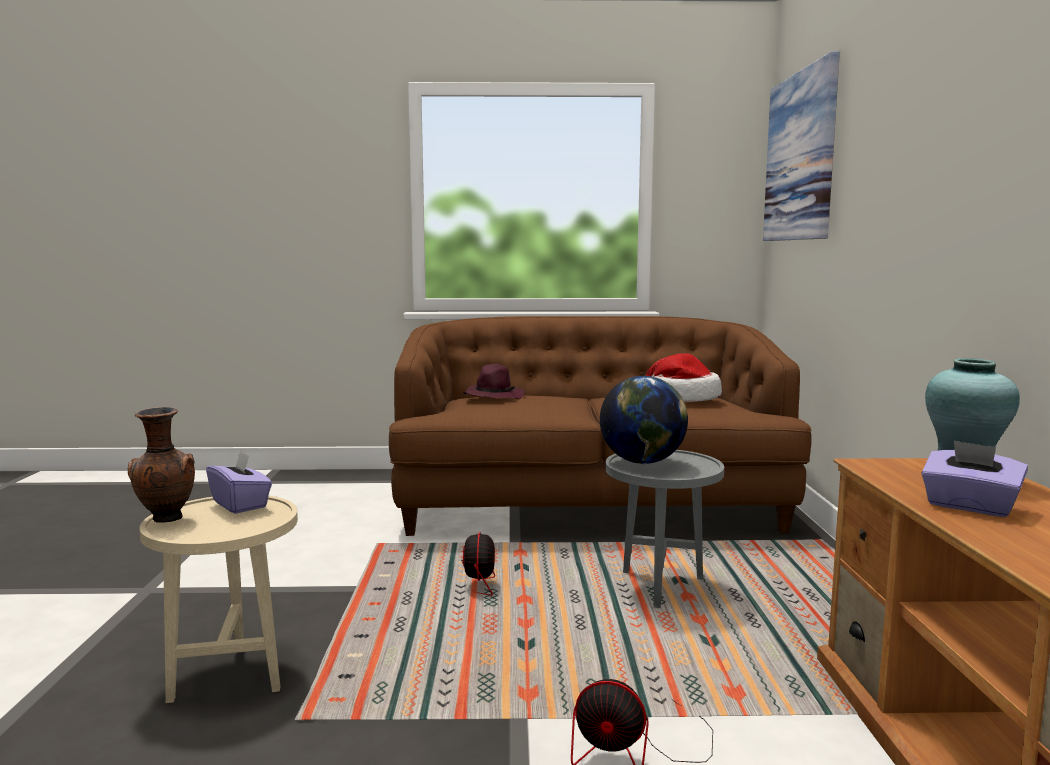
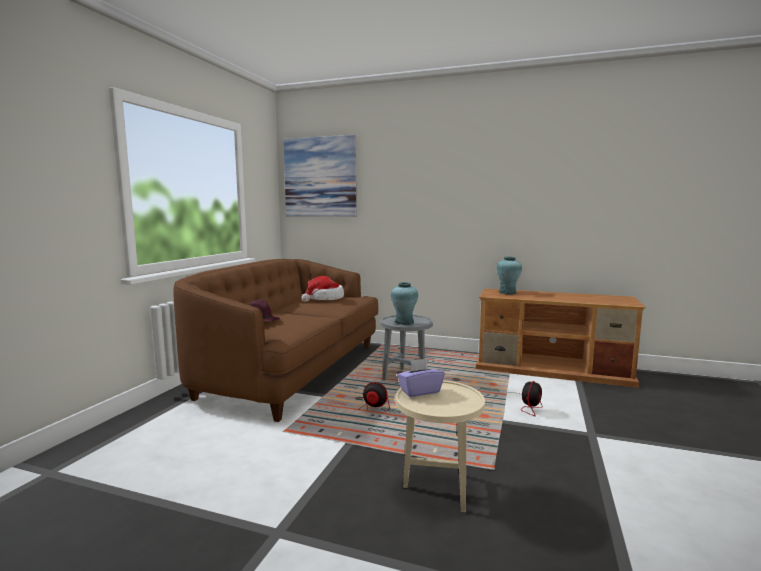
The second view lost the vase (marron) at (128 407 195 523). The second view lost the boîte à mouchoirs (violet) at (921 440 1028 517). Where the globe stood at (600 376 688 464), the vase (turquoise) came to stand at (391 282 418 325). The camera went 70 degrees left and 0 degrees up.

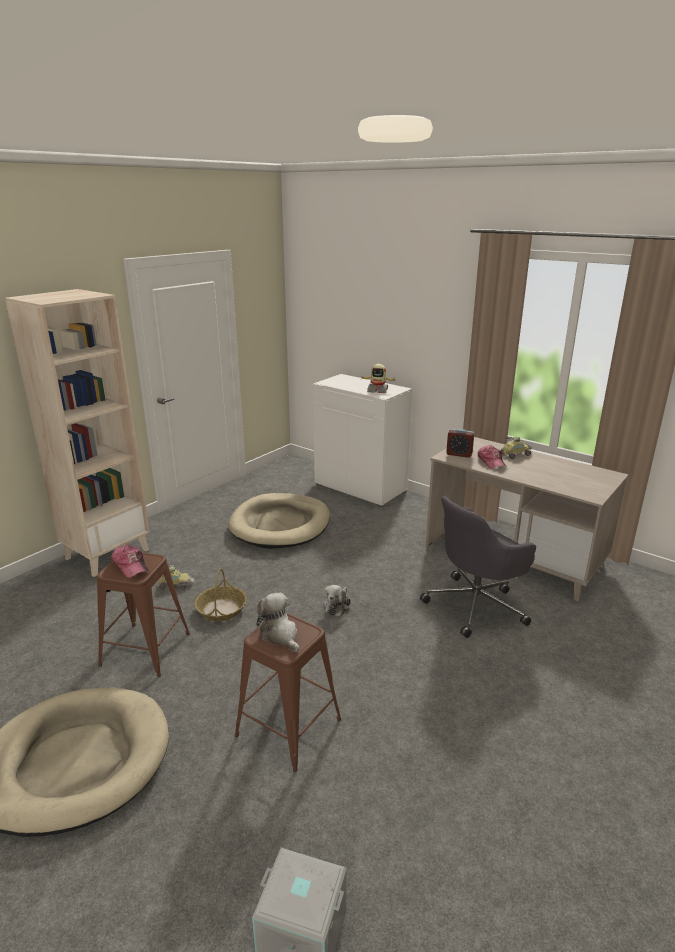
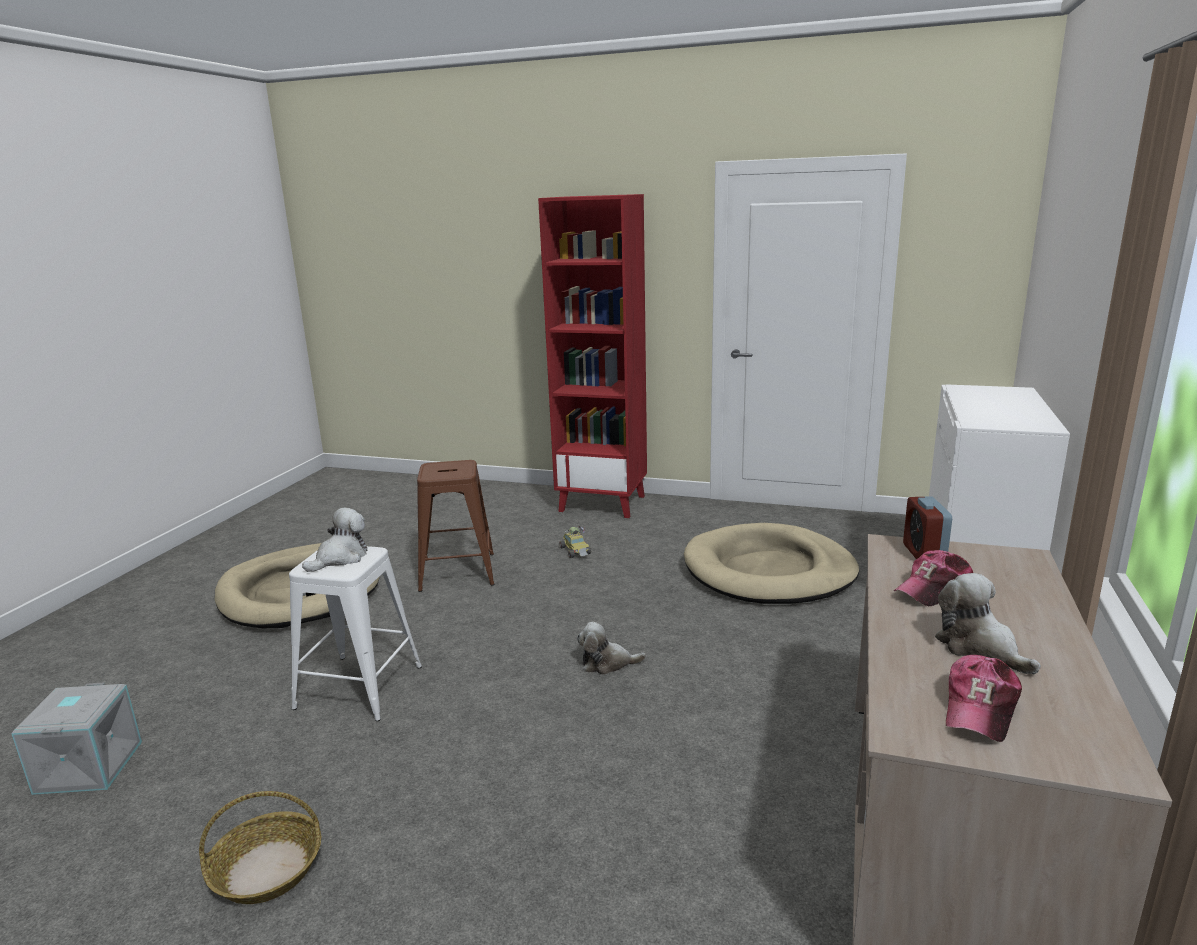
The second view lost the robot jouet at (362 364 395 393). The second view lost the chaise de bureau (gris) at (420 496 536 638). The second view lost the petite voiture at (501 436 532 459). The second view gained the peluche at (935 573 1041 675). The casquette ended up elsewhere, having gone from (111 544 149 578) to (946 655 1022 742). The panier ended up elsewhere, having gone from (194 568 247 621) to (199 791 321 904). What was the bibliothèque (beige) at (5 289 150 577) turned into the bibliothèque (rouge) at (538 194 647 518). What was the tabouret (marron) at (235 613 341 772) turned into the tabouret (blanc) at (289 546 422 721). The camera went 70 degrees right and 5 degrees down.

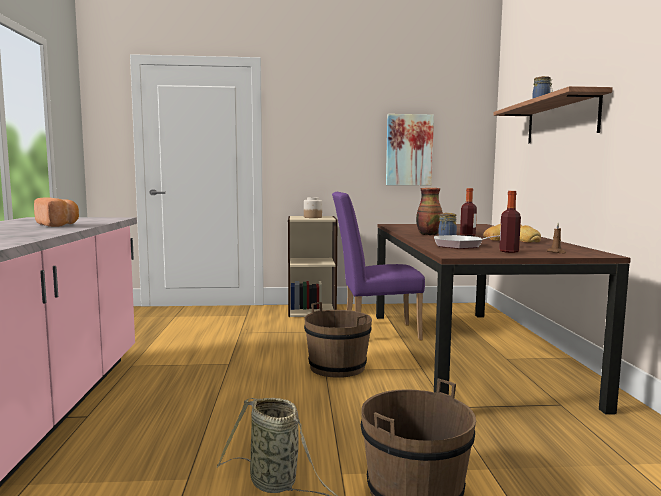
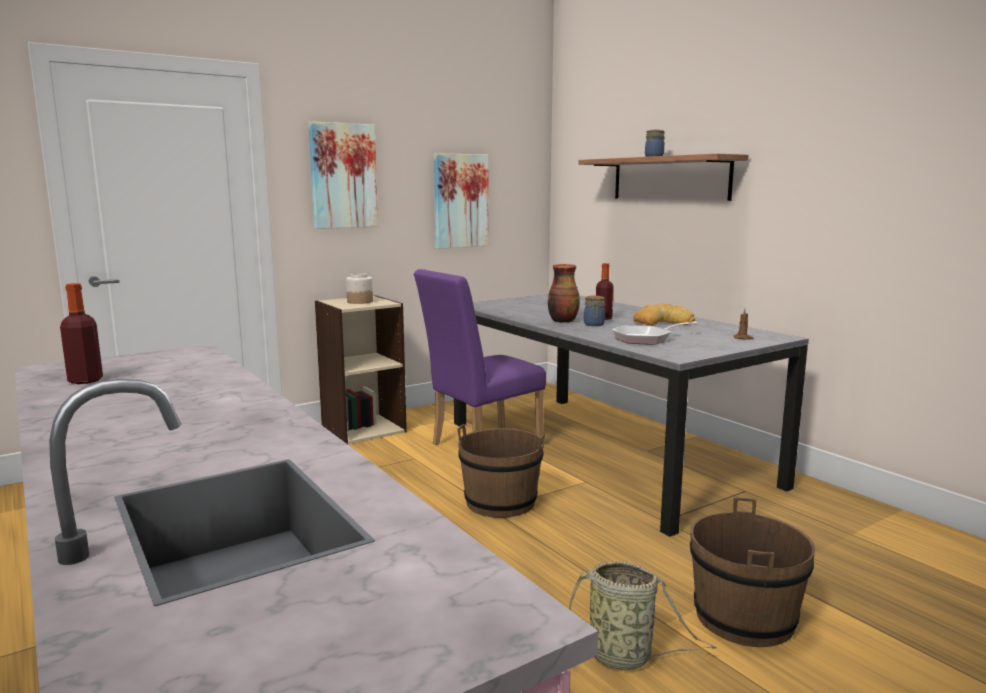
The second view lost the pain at (34 197 79 227). The second view gained the tableau at (308 121 378 229). The bouteille ended up elsewhere, having gone from (499 191 521 253) to (60 283 103 384). What was the table à manger (marron) at (376 224 631 415) turned into the table à manger (gris) at (454 294 809 537). The camera went 30 degrees left and 5 degrees up.

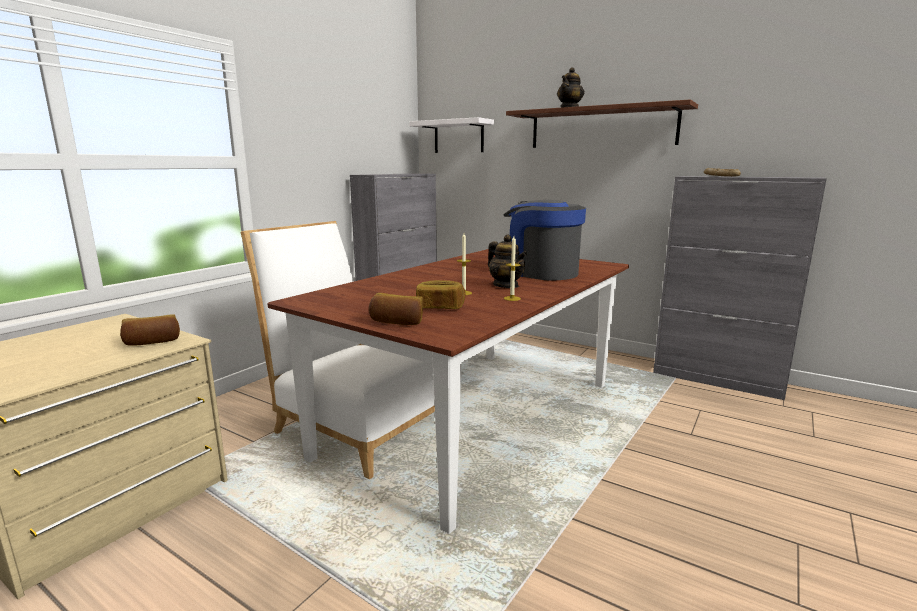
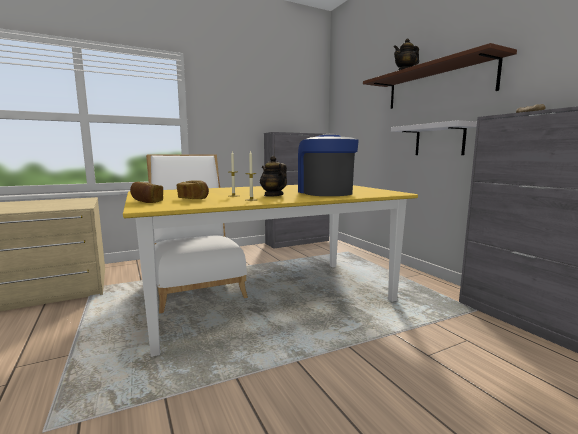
The second view lost the pain at (120 314 180 346). The étagère (blanc) ended up elsewhere, having gone from (410 117 494 153) to (391 120 477 155). What was the table à manger (marron) at (268 249 629 534) turned into the table à manger (jaune) at (123 185 418 357). The théière at (488 235 527 288) ended up facing another way, 150 degrees clockwise from before. The camera went 30 degrees right and 5 degrees down.

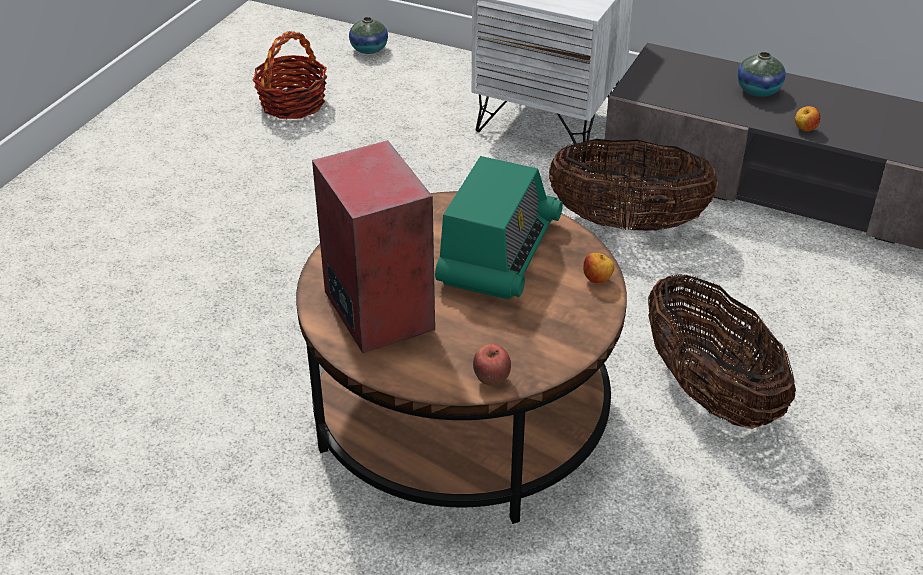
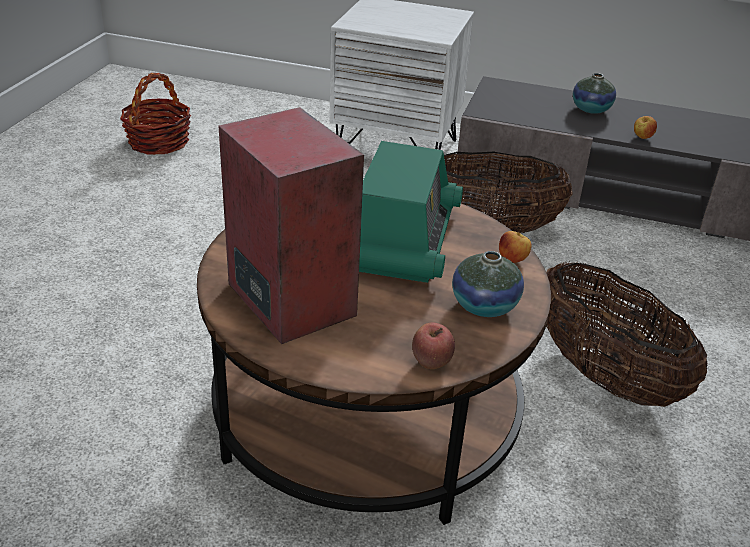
The vase ended up elsewhere, having gone from (349 17 388 54) to (452 251 524 317). The camera went 10 degrees left and 5 degrees down.

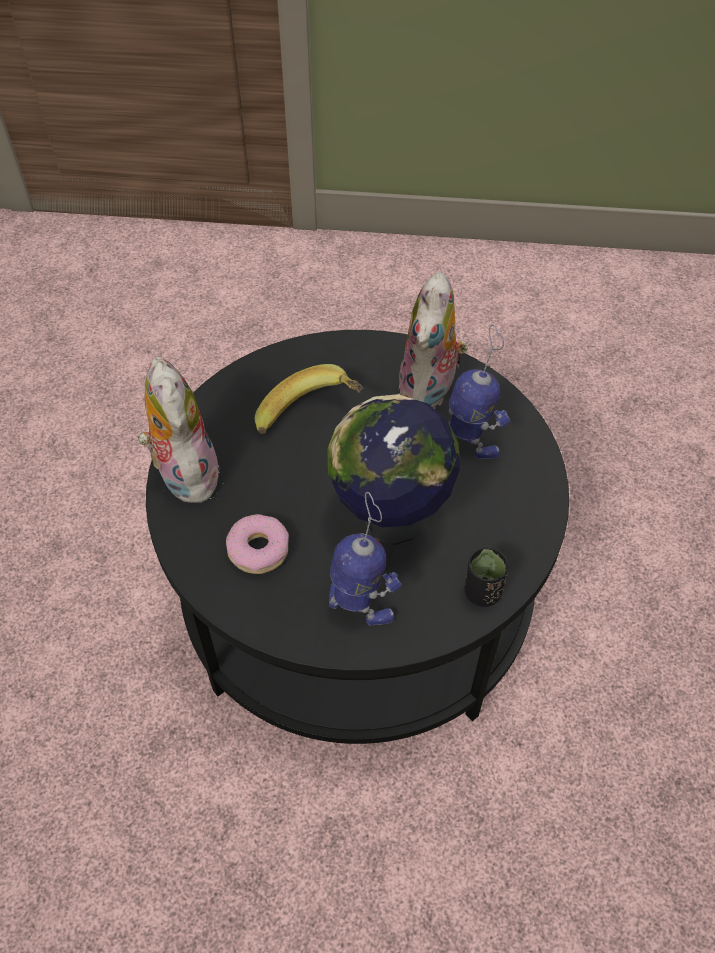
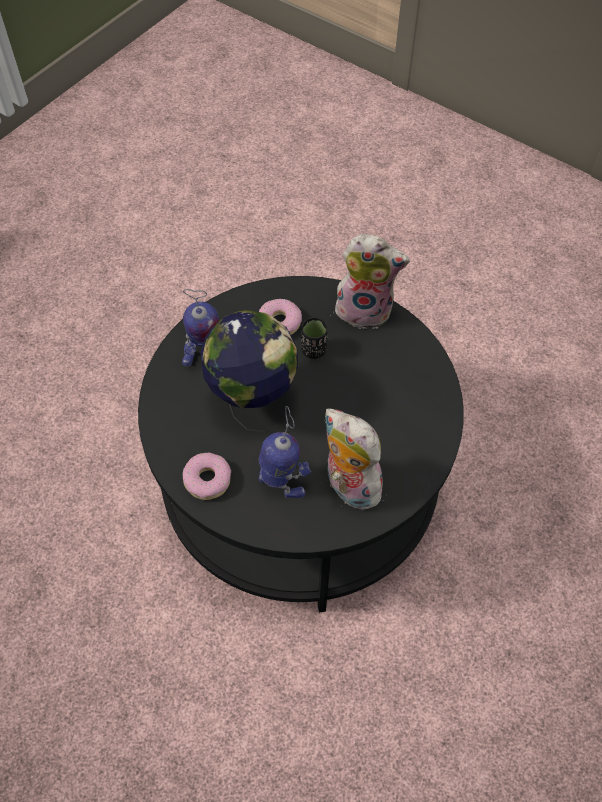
The second view lost the banane at (255 364 363 434). The second view gained the beignet at (183 452 231 500). The tasse (noir) ended up elsewhere, having gone from (464 547 508 607) to (301 317 328 359). The robot jouet at (448 324 511 459) ended up facing another way, 120 degrees counterclockwise from before. The camera went 120 degrees right and 5 degrees up.

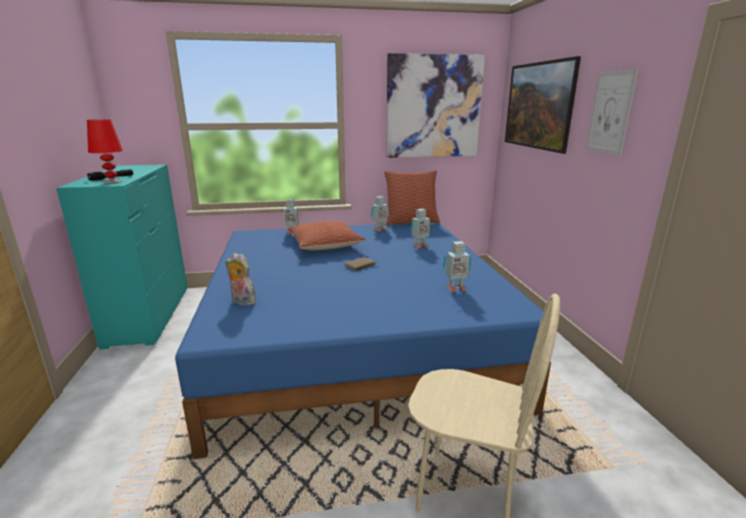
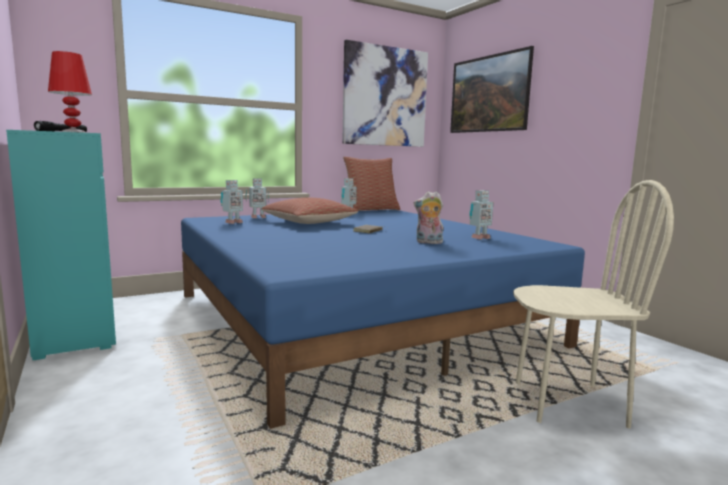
The second view lost the tableau at (586 69 638 155). The peluche ended up elsewhere, having gone from (225 253 256 306) to (414 191 443 244). The robot jouet ended up elsewhere, having gone from (411 209 430 248) to (220 180 243 224). The camera went 20 degrees left and 10 degrees down.

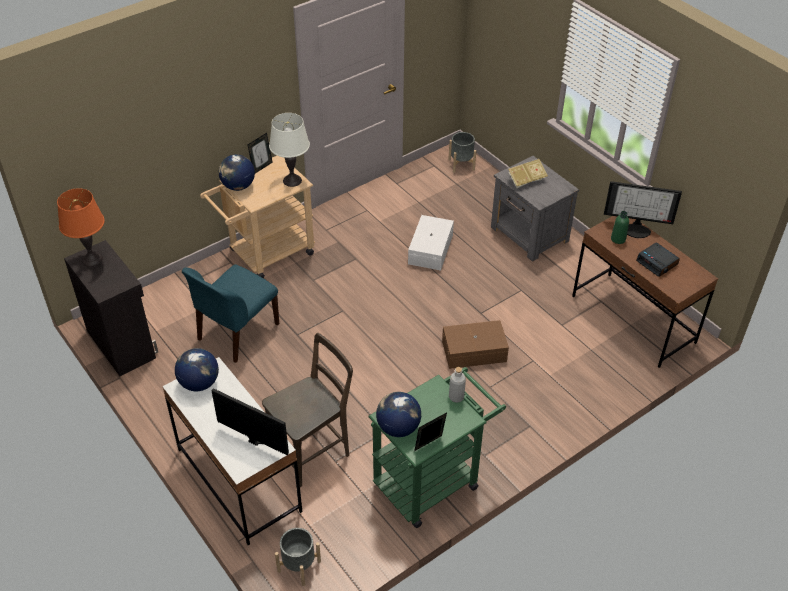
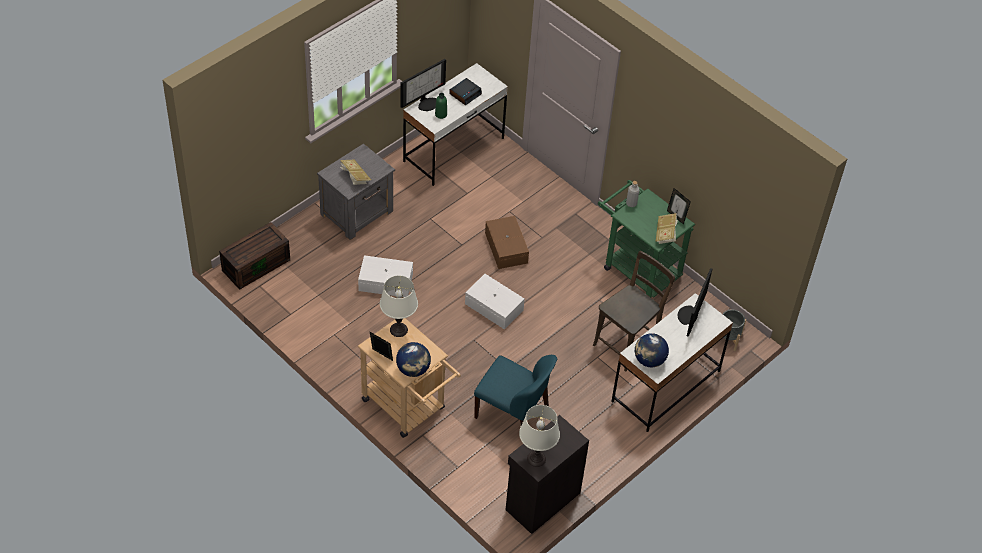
The second view gained the boîte de rangement (blanc) at (465 274 525 329). Where the globe stood at (376 392 421 437), the livre came to stand at (656 213 678 244). Where the cache-pot (gris) stood at (448 132 476 173), the boîte de rangement (marron) came to stand at (219 222 290 290). What was the lampe de table (orange) at (57 188 105 267) turned into the lampe de table (blanc) at (519 405 560 467). What was the bureau (marron) at (572 216 718 368) turned into the bureau (blanc) at (403 63 508 186). The chaise (marron) at (262 333 353 487) ended up facing another way, 90 degrees clockwise from before. The écran d'ordinateur at (604 181 682 238) ended up facing another way, 45 degrees clockwise from before. The camera went 100 degrees left and 5 degrees up.

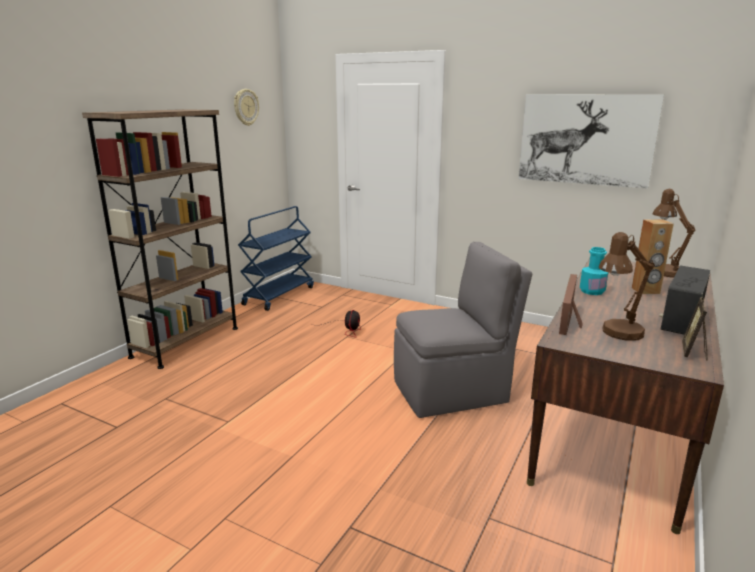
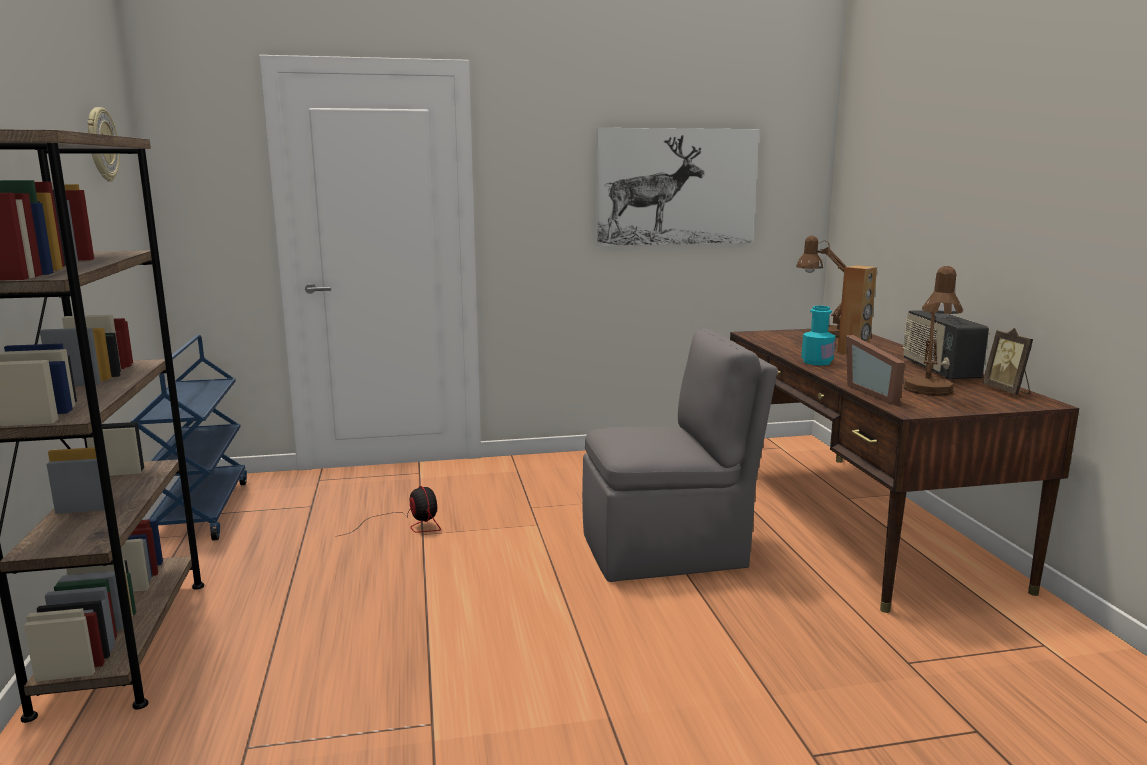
The chaise (gris) at (394 242 532 418) ended up facing another way, 45 degrees clockwise from before. The camera went 40 degrees left and 5 degrees down.

